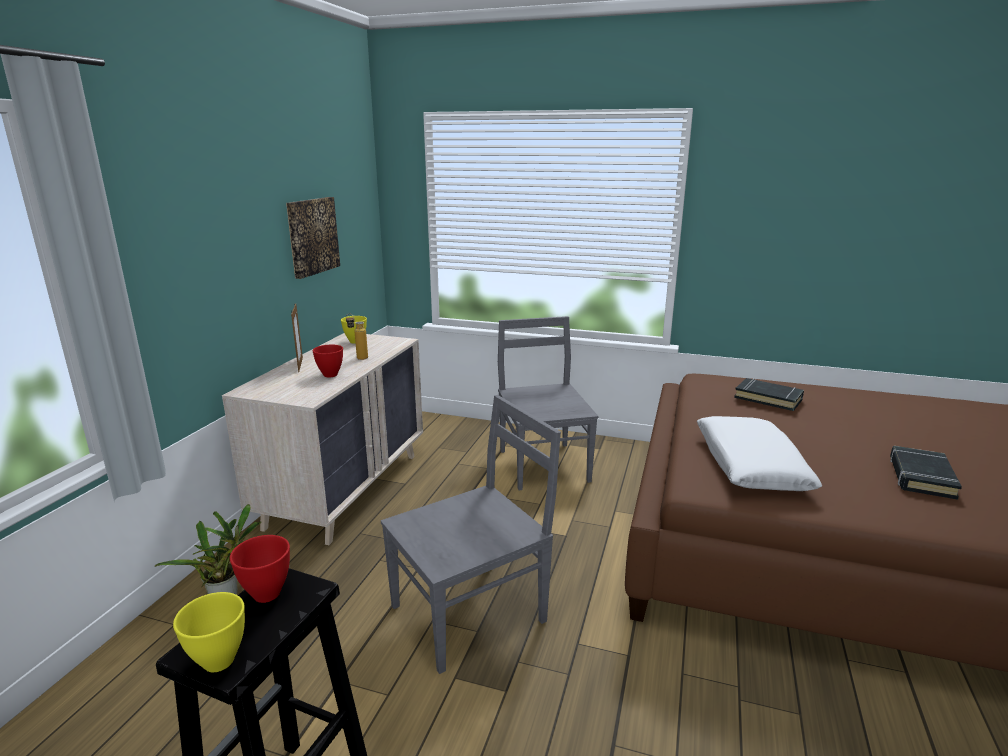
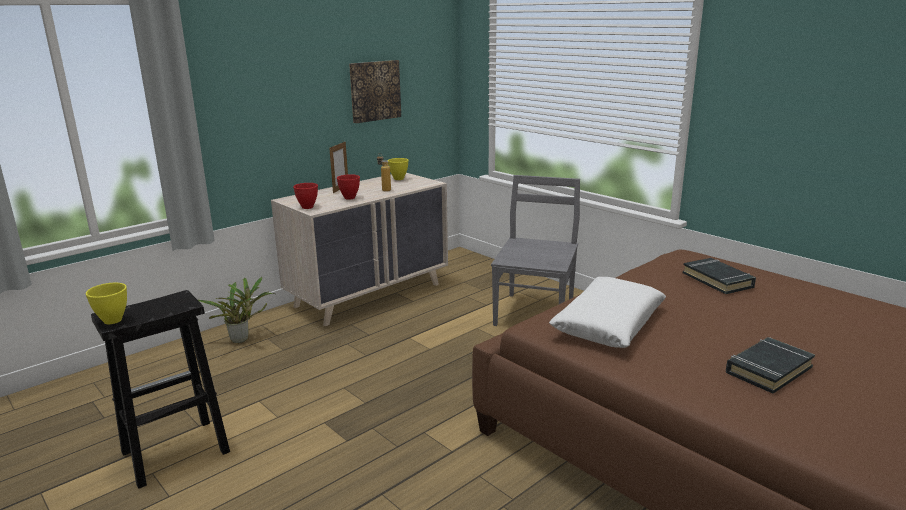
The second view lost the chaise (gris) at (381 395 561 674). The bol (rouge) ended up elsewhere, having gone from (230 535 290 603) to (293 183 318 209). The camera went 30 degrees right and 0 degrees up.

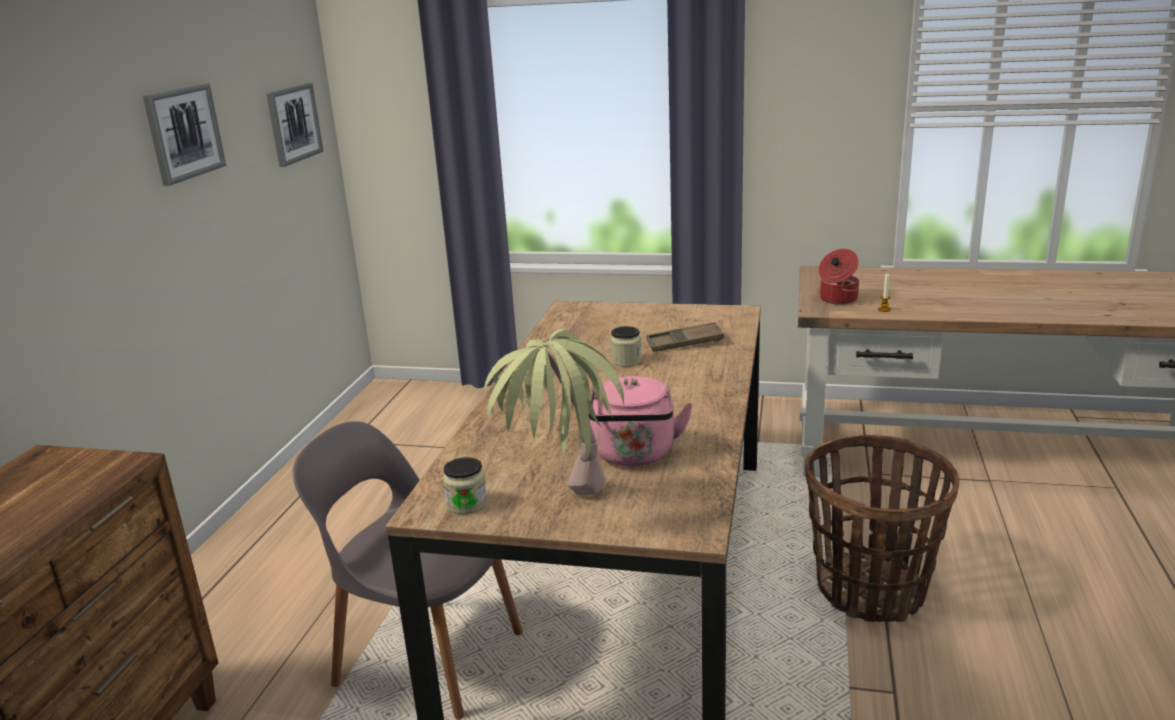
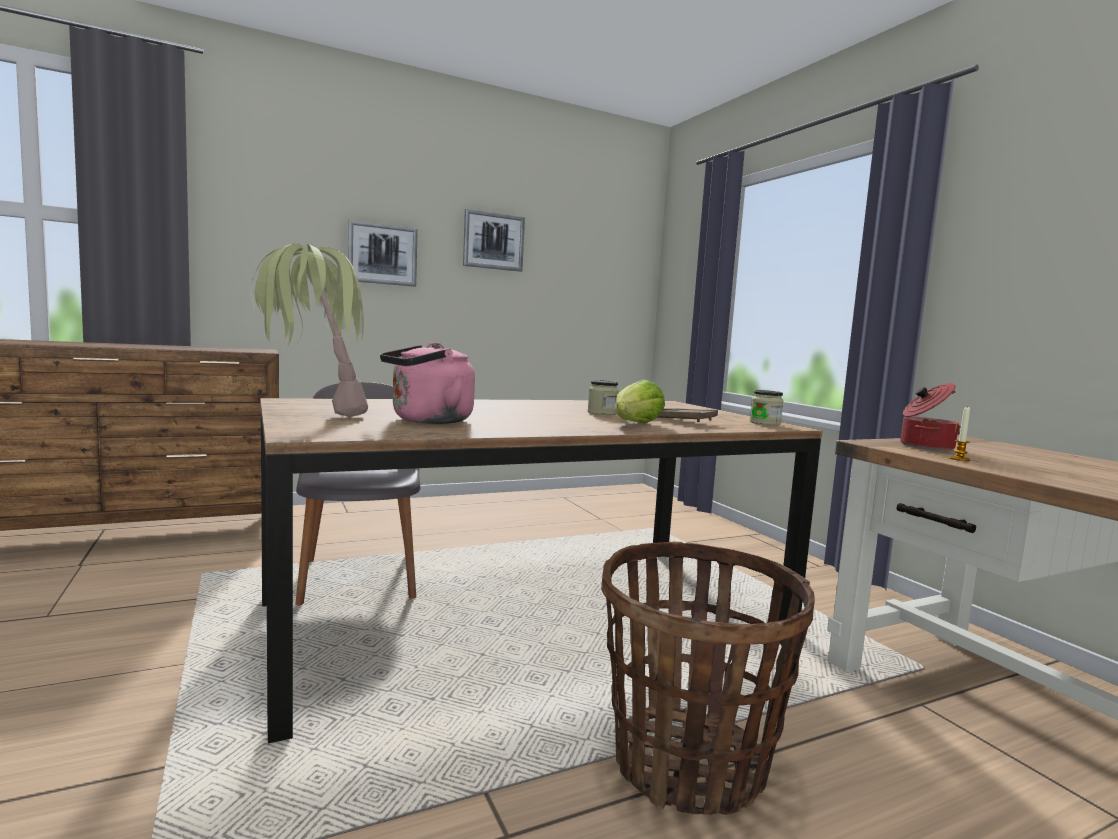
The second view gained the laitue at (615 380 665 423). The tableau ended up elsewhere, having gone from (266 83 323 167) to (348 220 418 287). The bocal ended up elsewhere, having gone from (443 457 487 514) to (750 390 784 426). The camera went 50 degrees right and 15 degrees down.

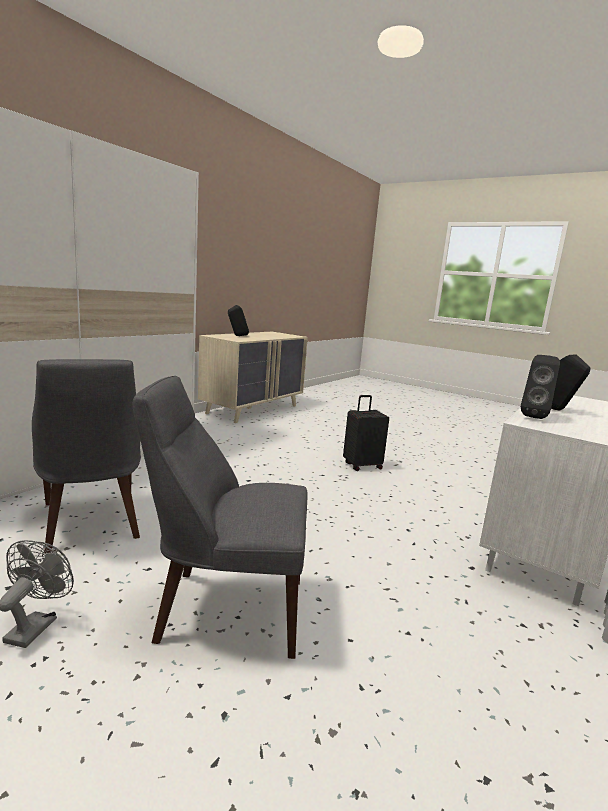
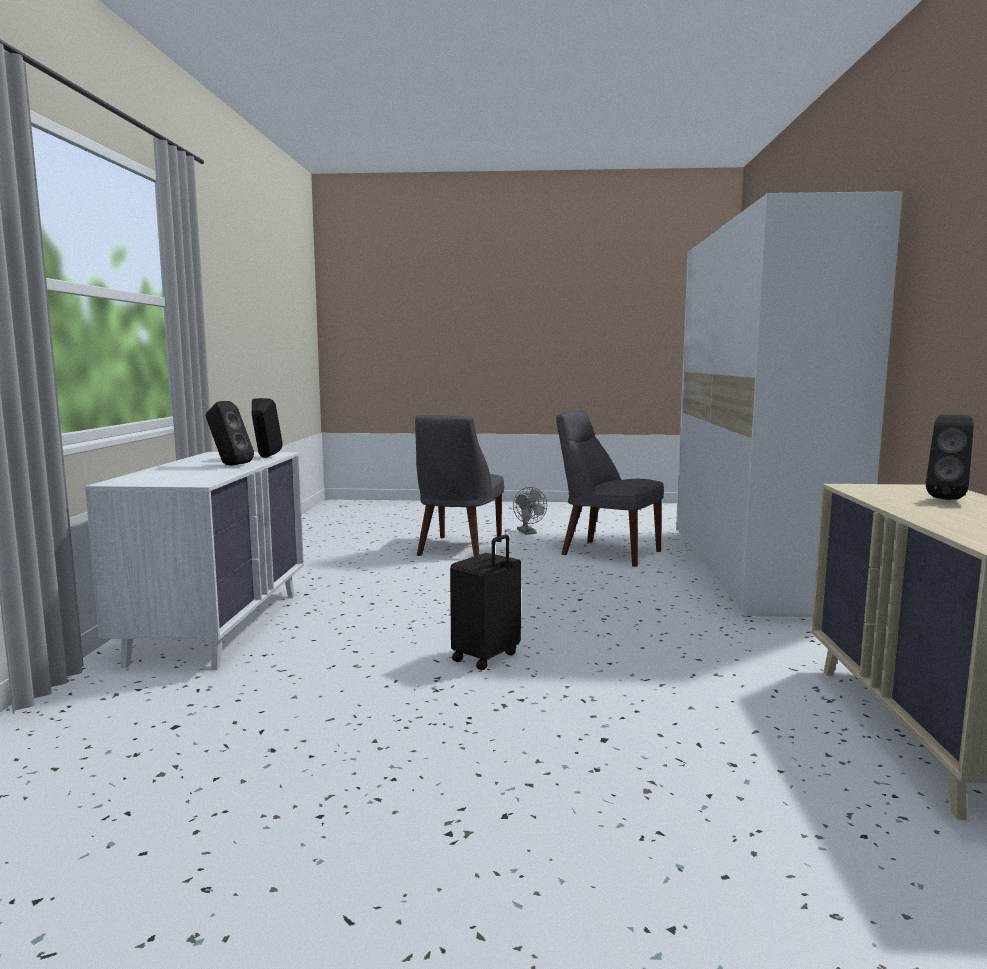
The chaise (gris) at (133 376 308 659) ended up facing another way, 135 degrees clockwise from before. The camera went 150 degrees right and 5 degrees down.

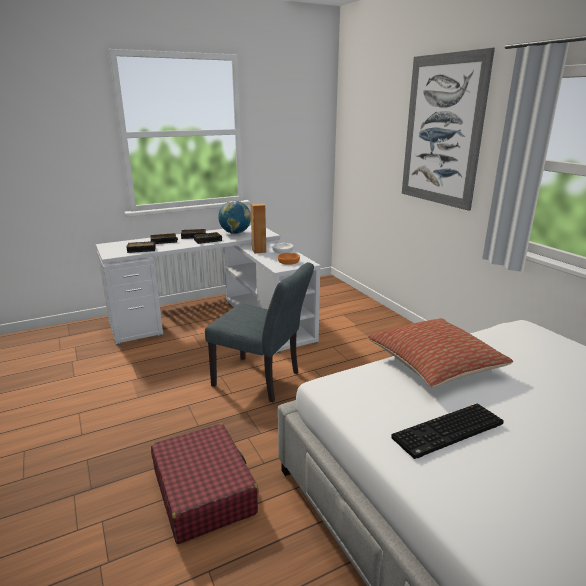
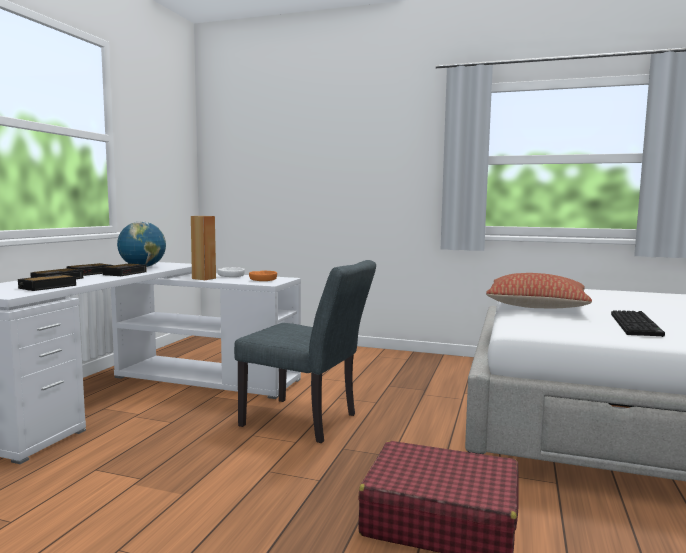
The second view lost the tableau at (402 48 495 211). The chaise (gris) at (205 262 314 402) ended up facing another way, 45 degrees clockwise from before. The camera went 45 degrees left and 15 degrees down.

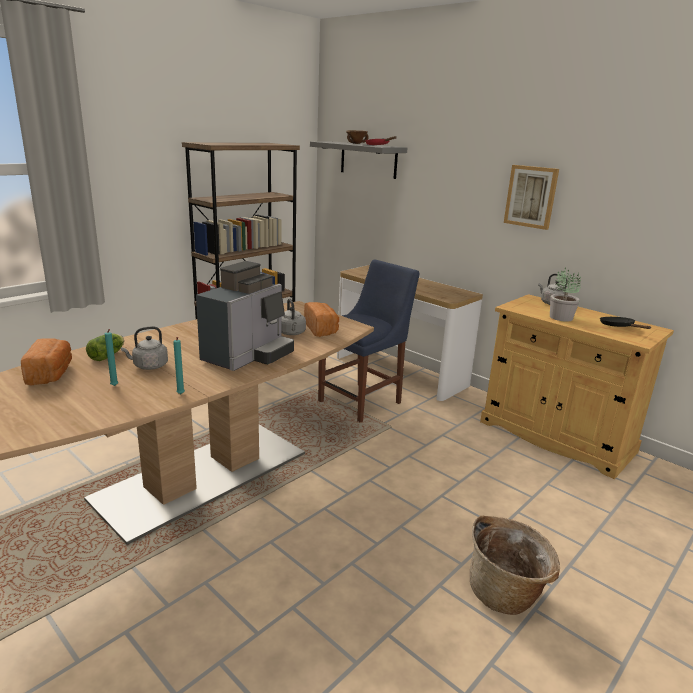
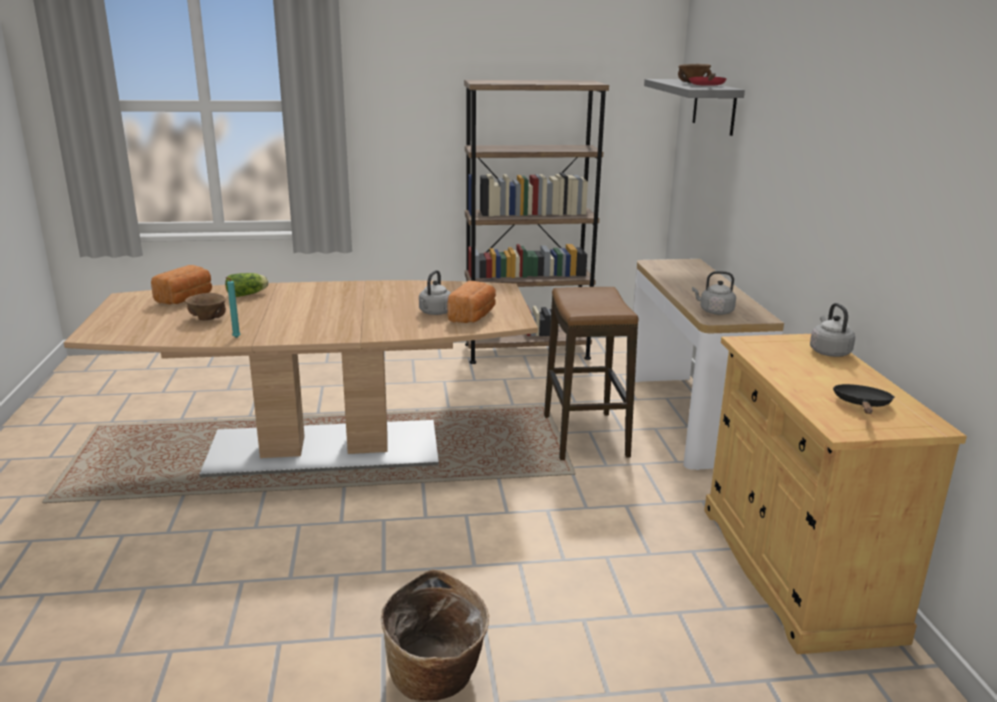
The second view lost the machine à café at (196 261 294 371). The second view lost the tableau at (504 165 559 230). The second view lost the plante en pot at (550 267 581 322). The bouilloire (gris) ended up elsewhere, having gone from (121 326 168 370) to (692 271 736 315). Where the bougie (turquoise) stood at (105 329 118 386), the bol (marron) came to stand at (185 293 226 320). Where the chaise (bleu) stood at (318 260 420 423), the tabouret came to stand at (544 287 639 460). The camera went 40 degrees right and 0 degrees up.

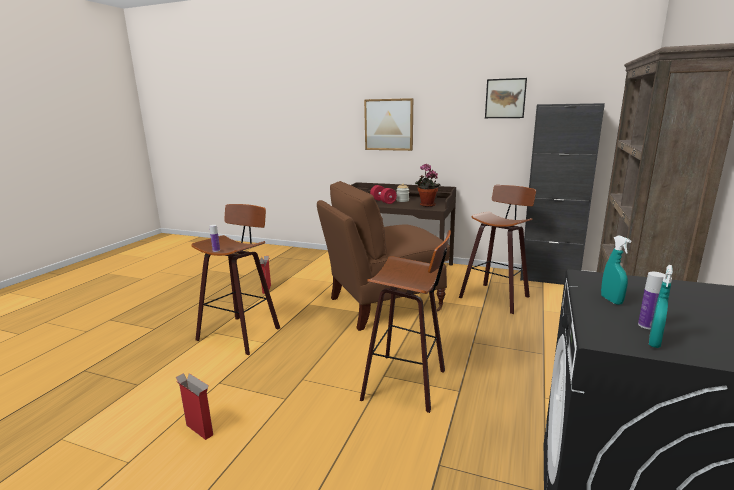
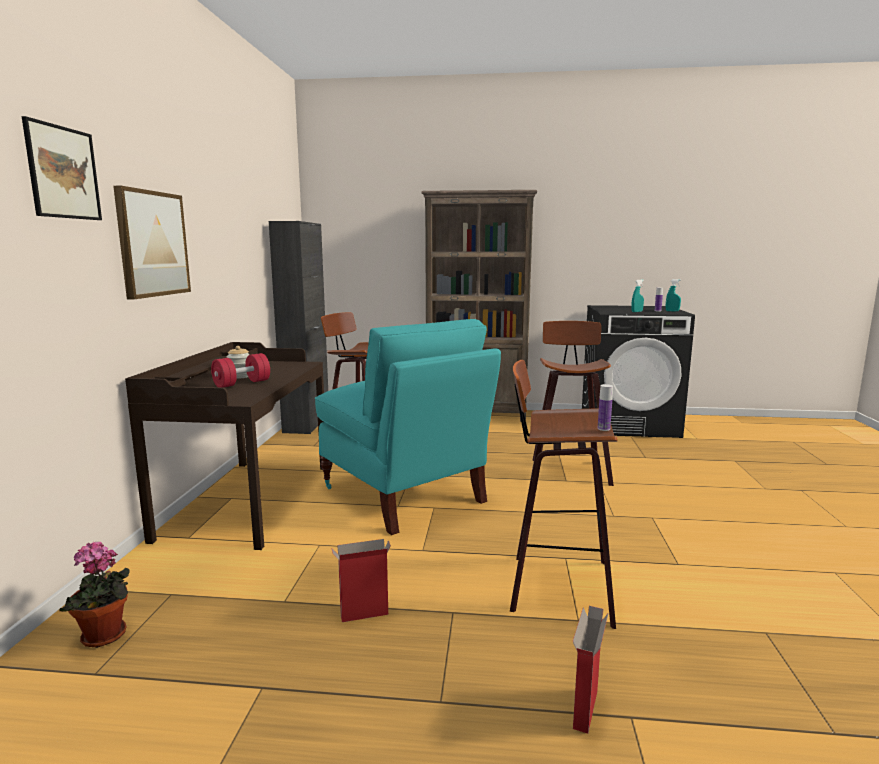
The carton ended up elsewhere, having gone from (175 373 213 440) to (572 606 608 734). The plante en pot ended up elsewhere, having gone from (415 164 440 207) to (59 542 130 648). The tableau ended up elsewhere, having gone from (485 78 527 118) to (22 116 102 220). What was the chaise (marron) at (317 181 450 331) turned into the chaise (turquoise) at (315 319 501 535). The camera went 105 degrees left and 5 degrees down.

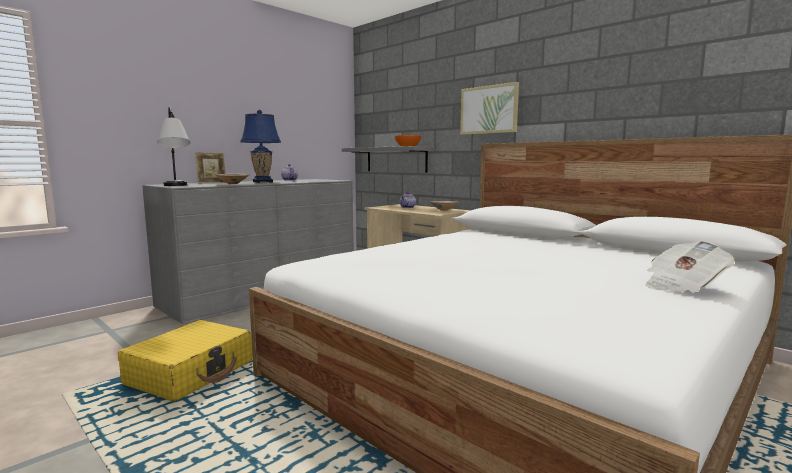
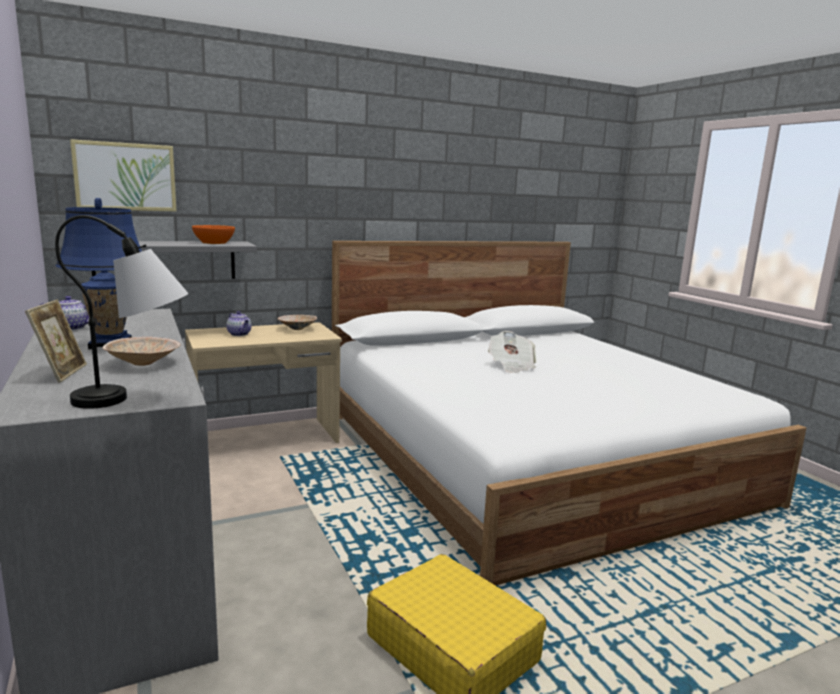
The tableau ended up elsewhere, having gone from (460 82 519 135) to (70 139 176 212). The journal ended up elsewhere, having gone from (645 241 734 292) to (488 331 536 373). The camera went 70 degrees left and 5 degrees up.

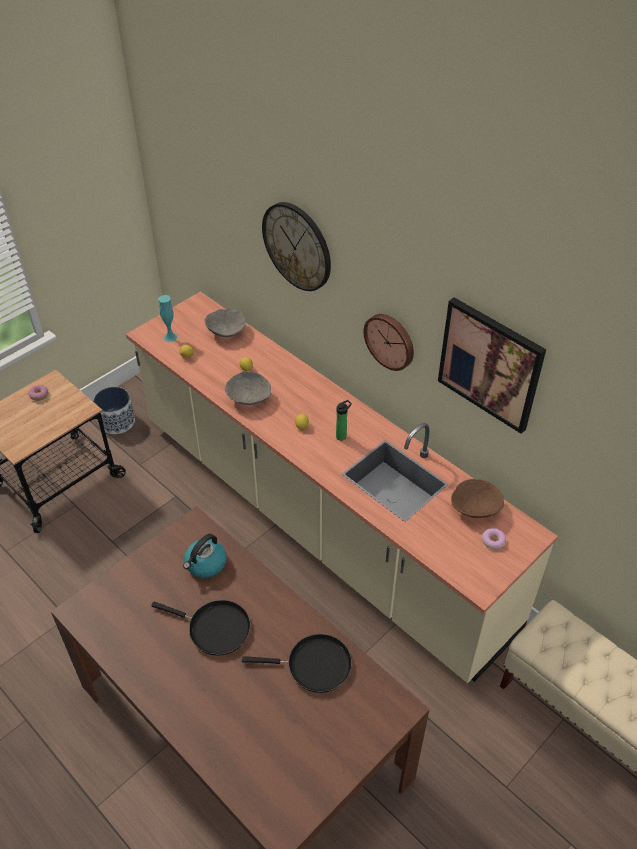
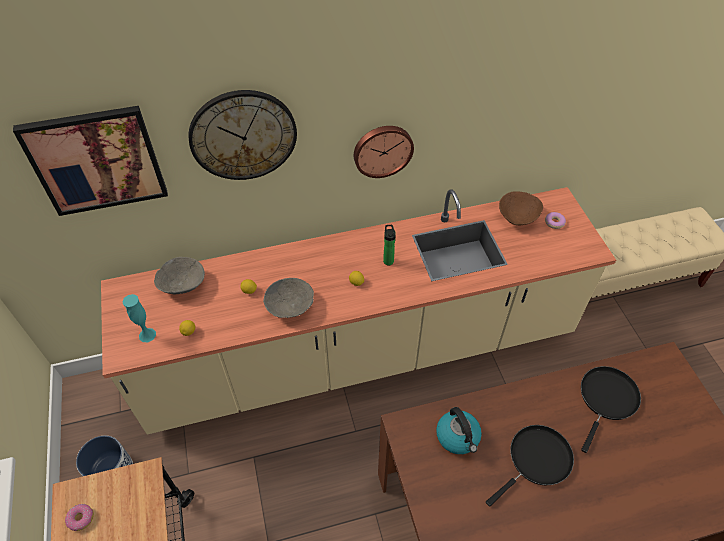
The tableau ended up elsewhere, having gone from (438 297 546 434) to (13 106 168 216). The camera went 60 degrees left and 5 degrees up.

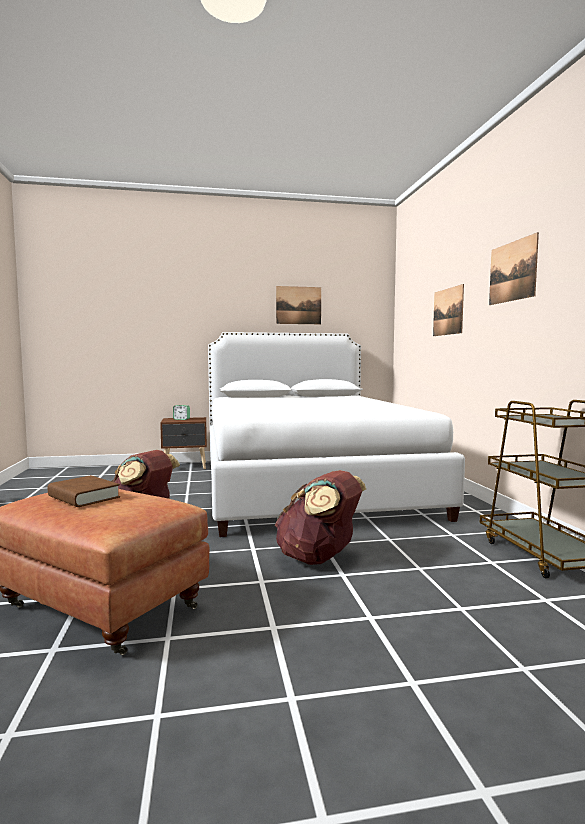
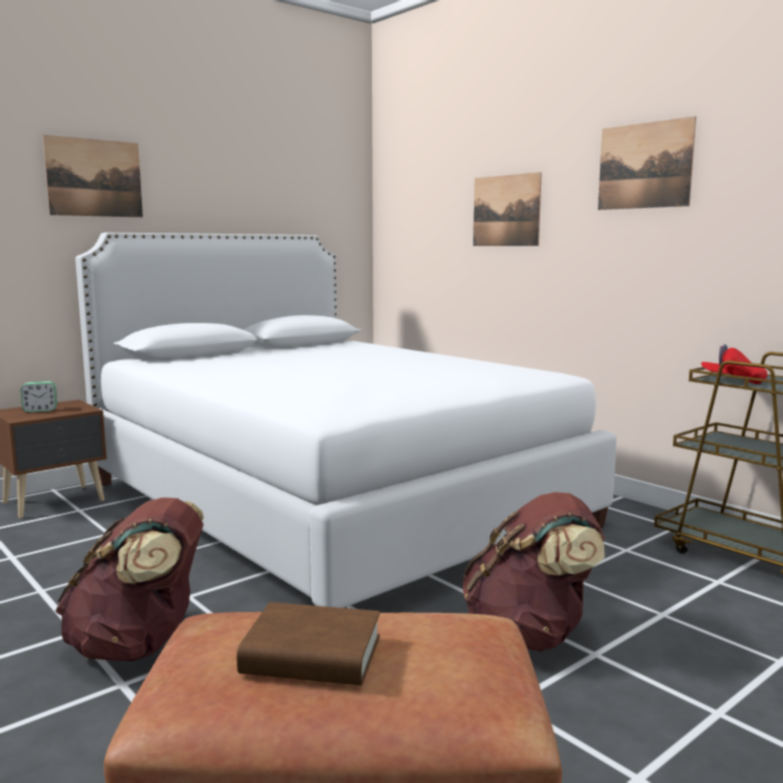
The second view gained the casquette (rouge) at (701 344 767 384). The tableau ended up elsewhere, having gone from (276 286 321 324) to (43 135 143 217). The camera went 30 degrees left and 5 degrees up.

